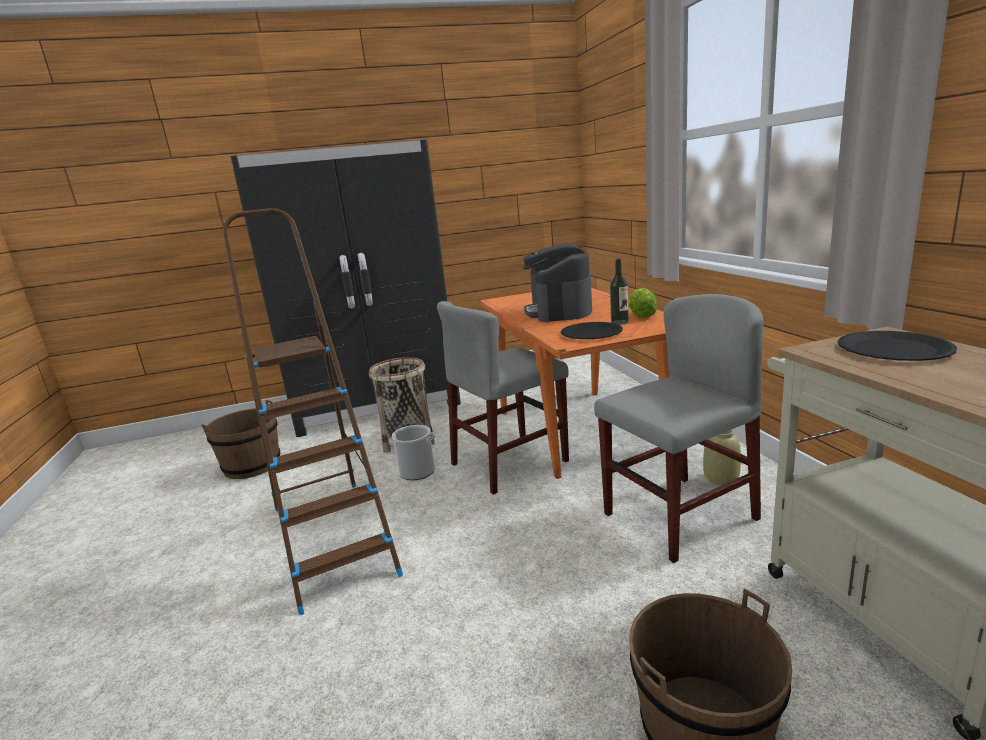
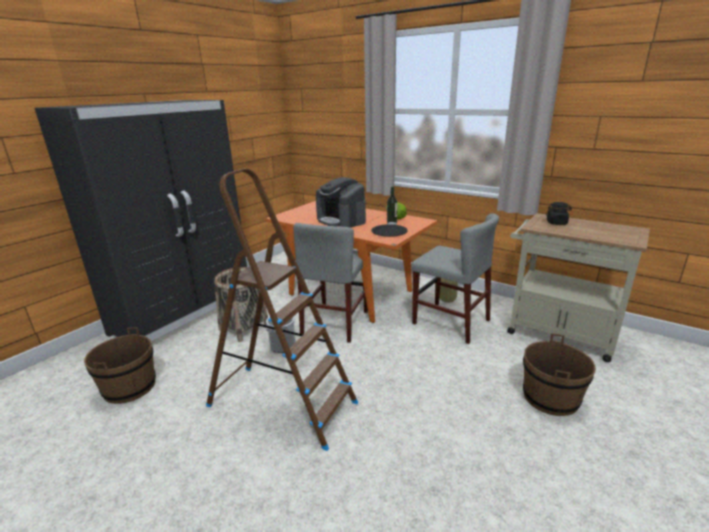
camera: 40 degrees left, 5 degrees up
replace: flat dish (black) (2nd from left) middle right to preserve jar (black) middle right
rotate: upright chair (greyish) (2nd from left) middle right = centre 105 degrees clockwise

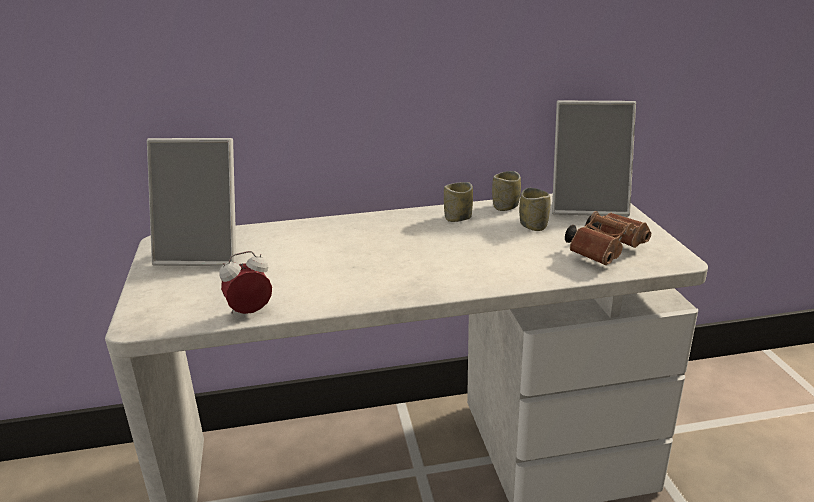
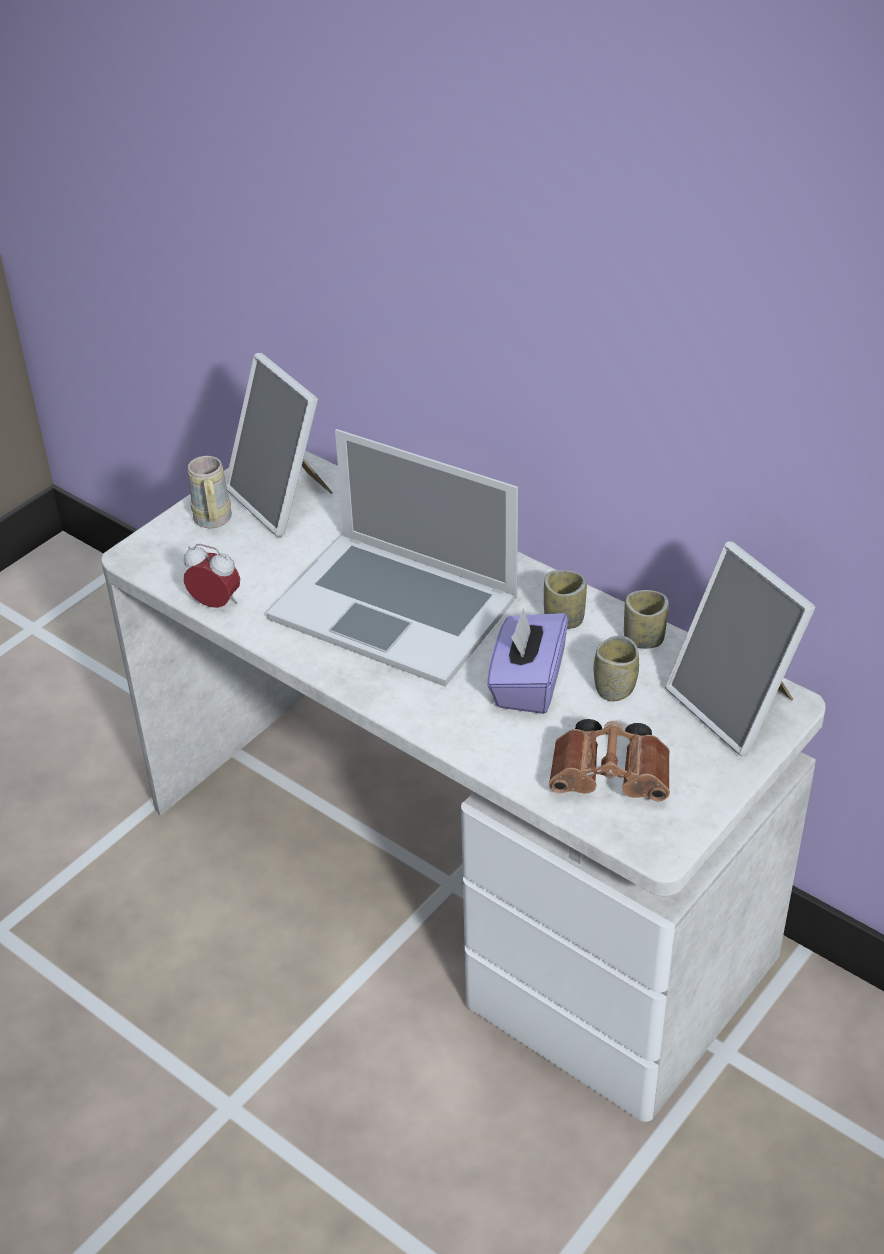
camera: 50 degrees right, 15 degrees up
insert: tea mug (beige-coloured) middle left; notebook computer centre; tissue box (purple-coloured) centre

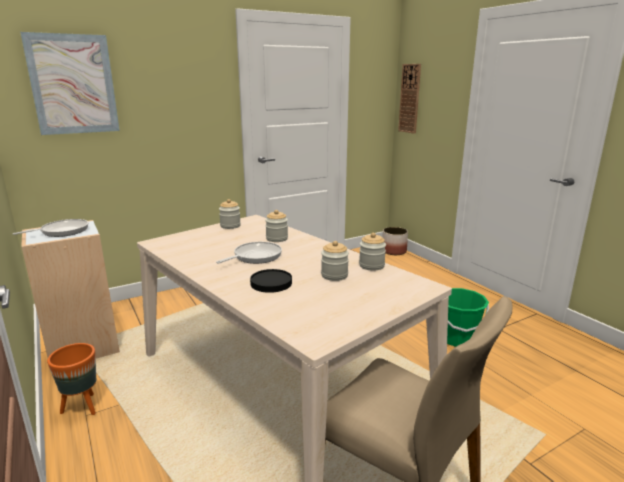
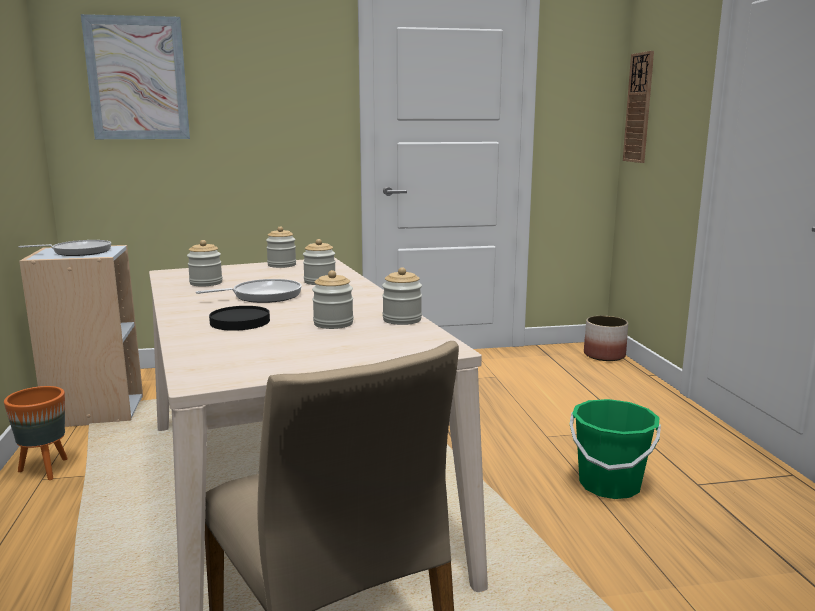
camera: 20 degrees right, 5 degrees down
insert: preserve jar (1st from left) middle left

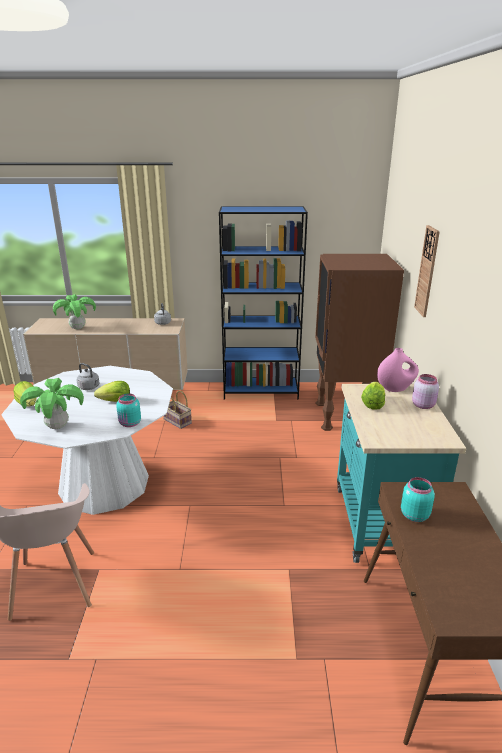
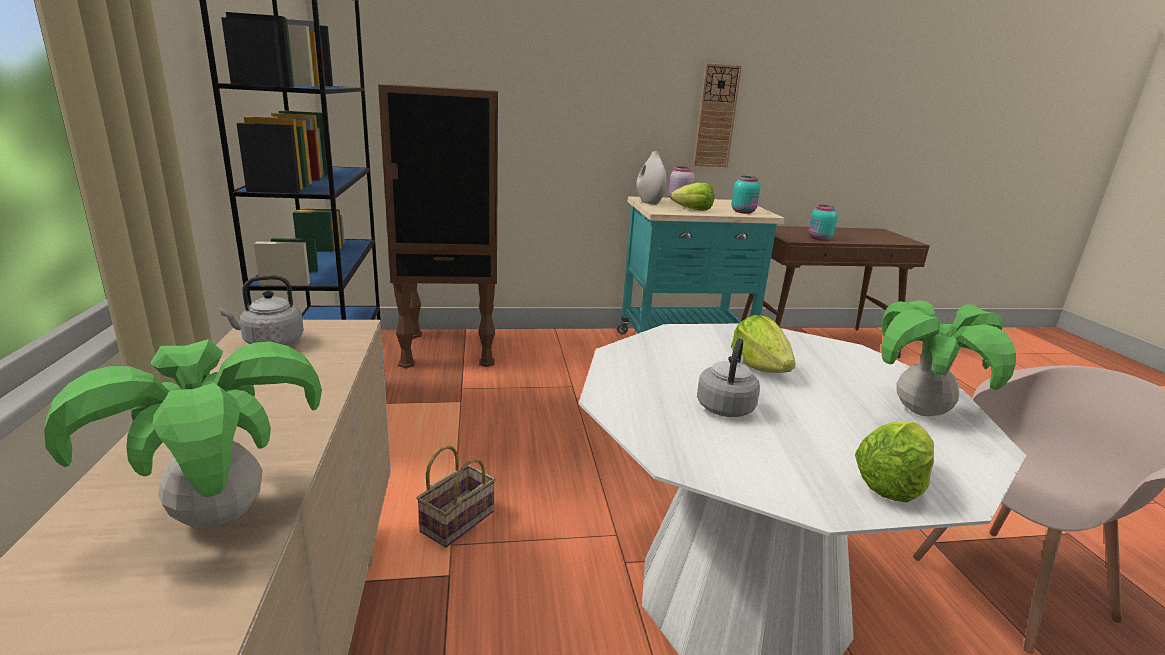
camera: 100 degrees left, 5 degrees down
move: hanging clock middle right to top centre; preserve jar (turquoise) (1st from left) middle left to top centre
recolor: decorative vase (pink) middle right to decorative vase (white-coloured) top centre

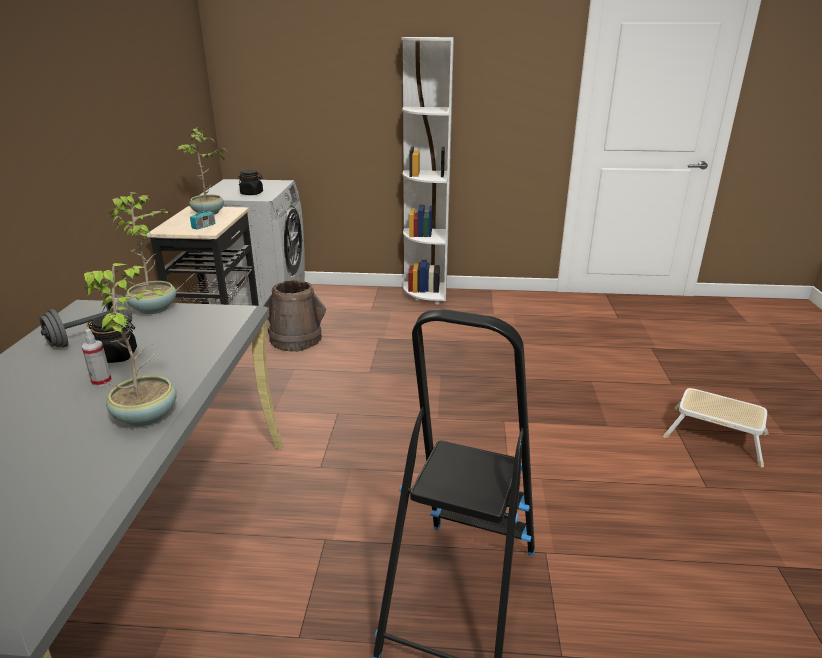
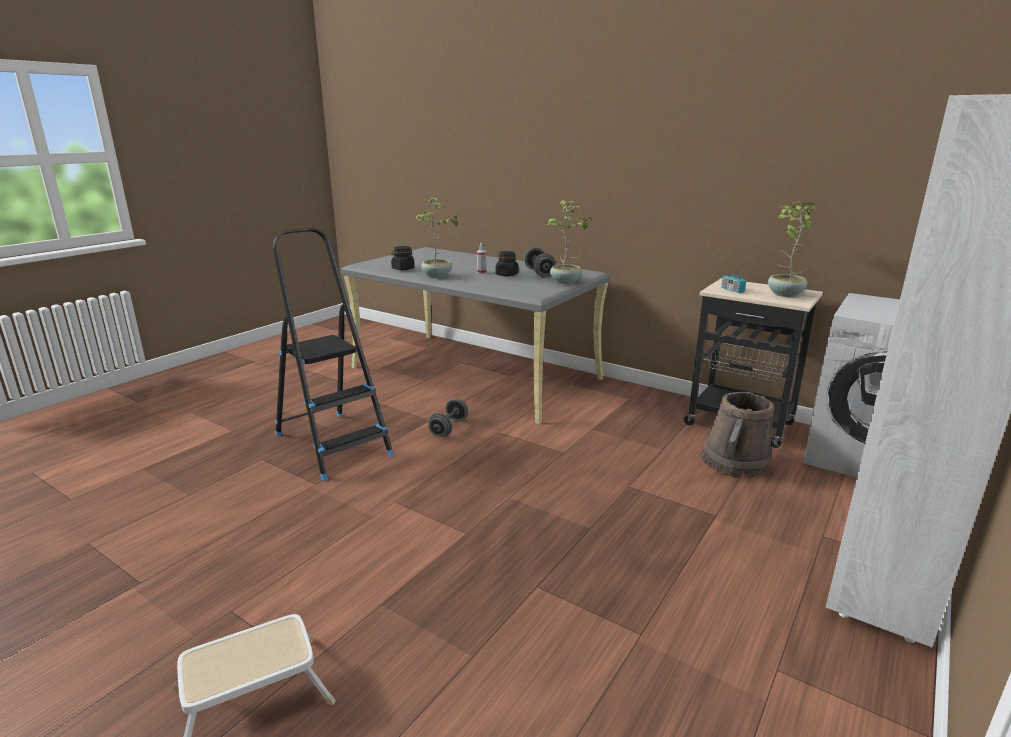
camera: 120 degrees right, 5 degrees down
insert: hand weight (greyish) (1st from left) centre
move: preserve jar (black) (2nd from left in the first image) top left to preserve jar (black) (1st from left) centre

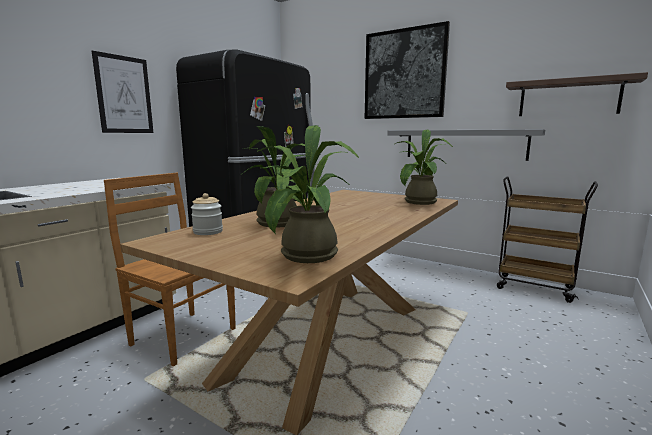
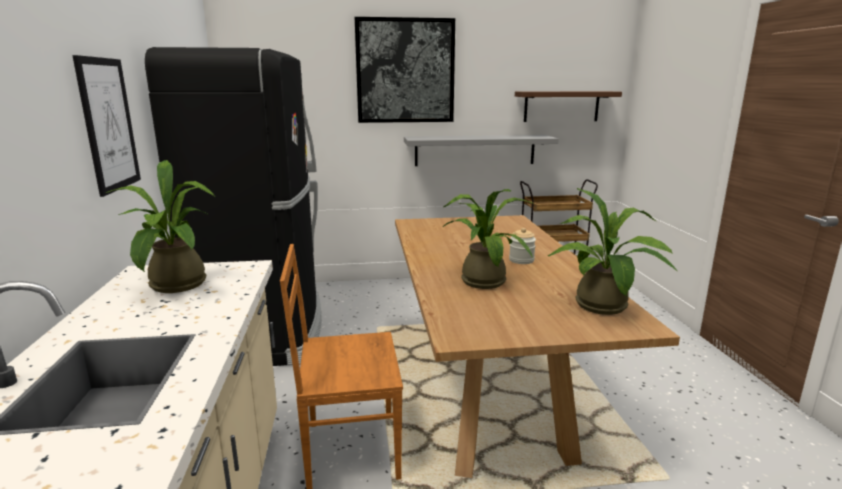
camera: 40 degrees left, 5 degrees up
move: plant in a pot (3rd from left in the first image) centre to plant in a pot (1st from left) middle left; preserve jar middle left to centre

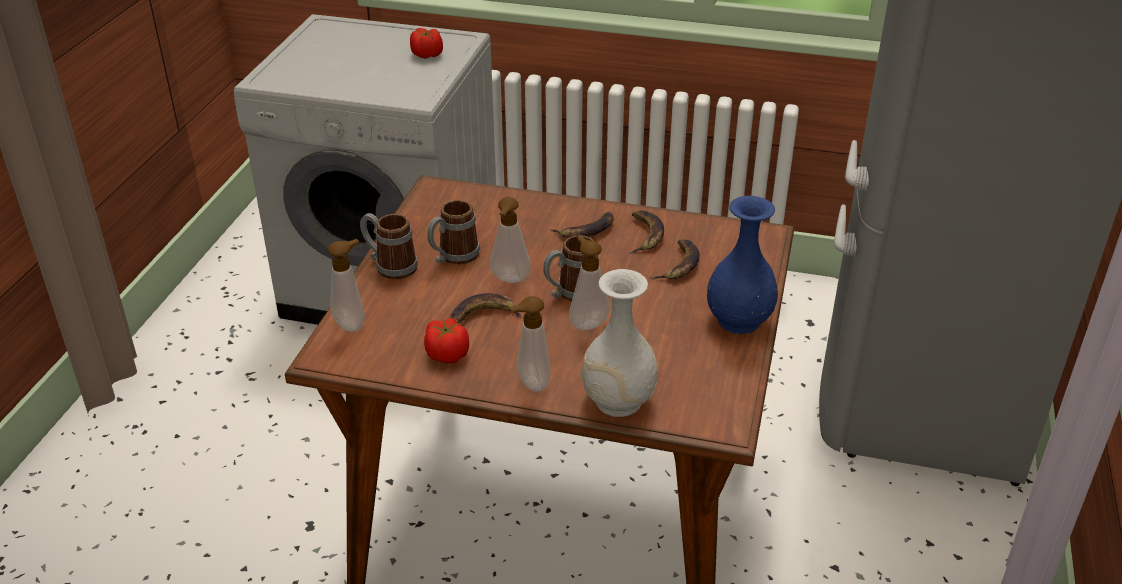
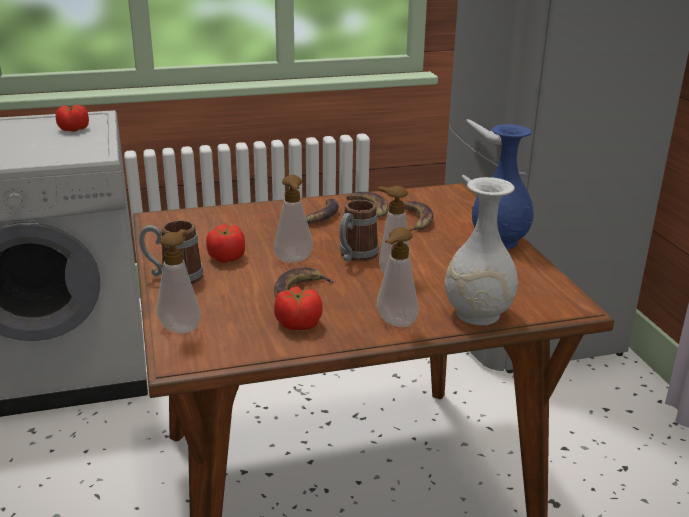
camera: 30 degrees left, 10 degrees down
replace: tea mug (2nd from left) centre to fresh tomato (2nd from left) middle left

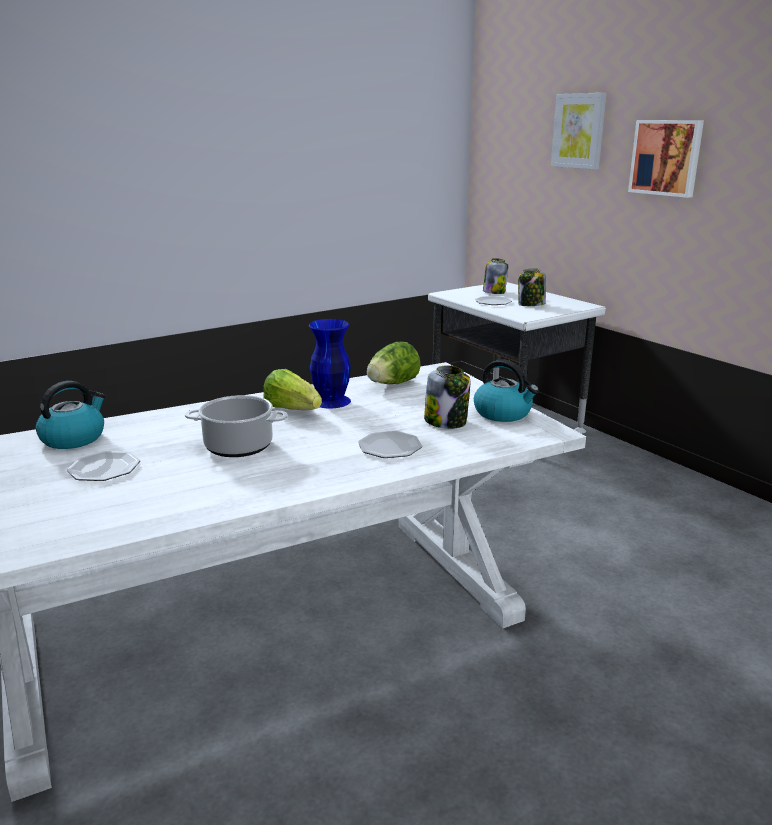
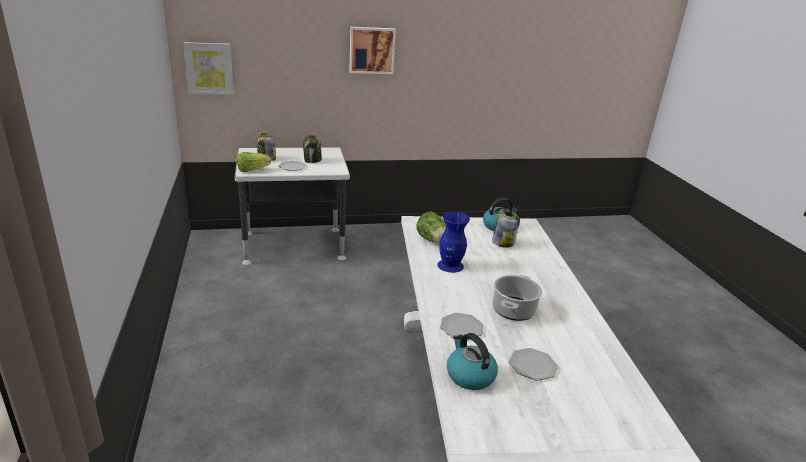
camera: 70 degrees left, 5 degrees up
move: wall picture (1st from left) top right to top left; lettuce head (1st from left) centre to middle left; flat dish (2nd from left) centre to bottom centre

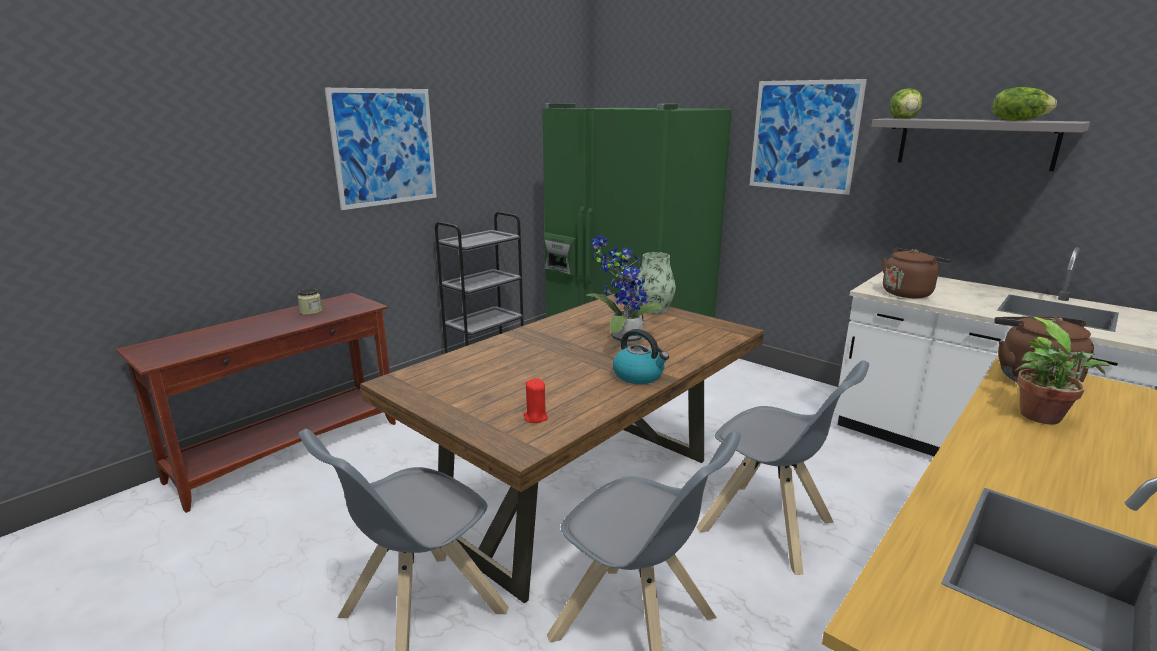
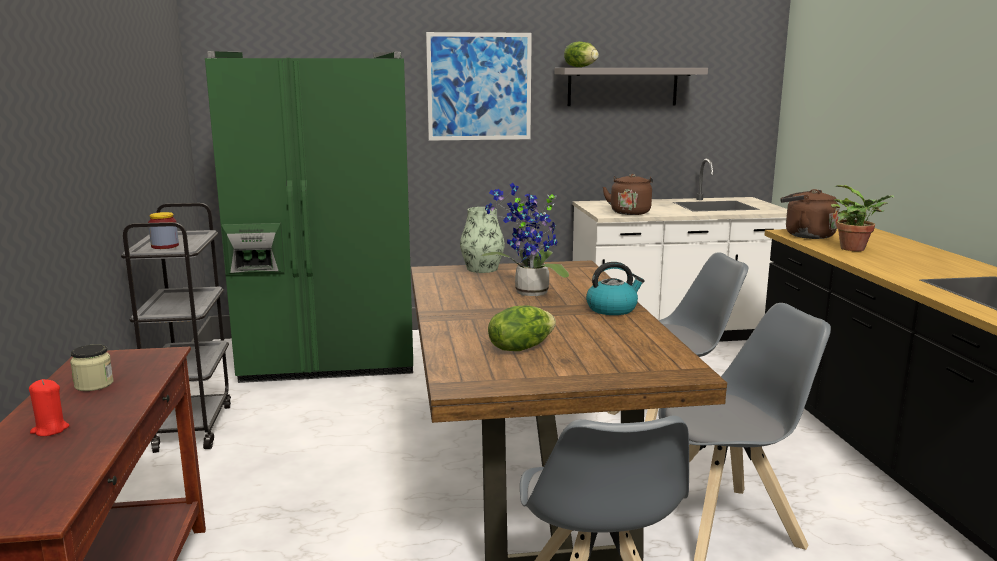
camera: 50 degrees left, 5 degrees down
delete: wall picture (1st from left) top left
insert: preserve jar (2nd from left) middle left
move: wax light (red-coloured) centre to bottom left; lettuce head (2nd from left in the first image) top right to lettuce head (1st from left) centre

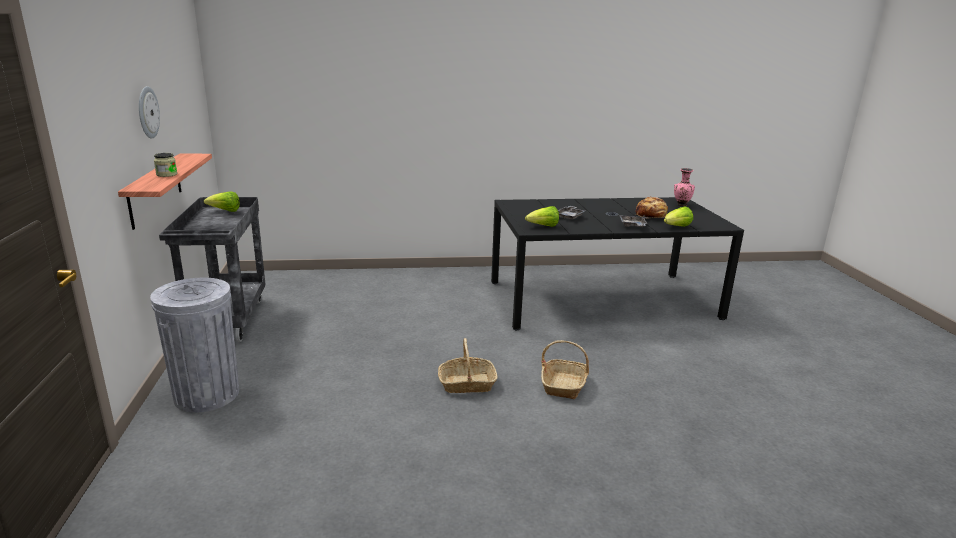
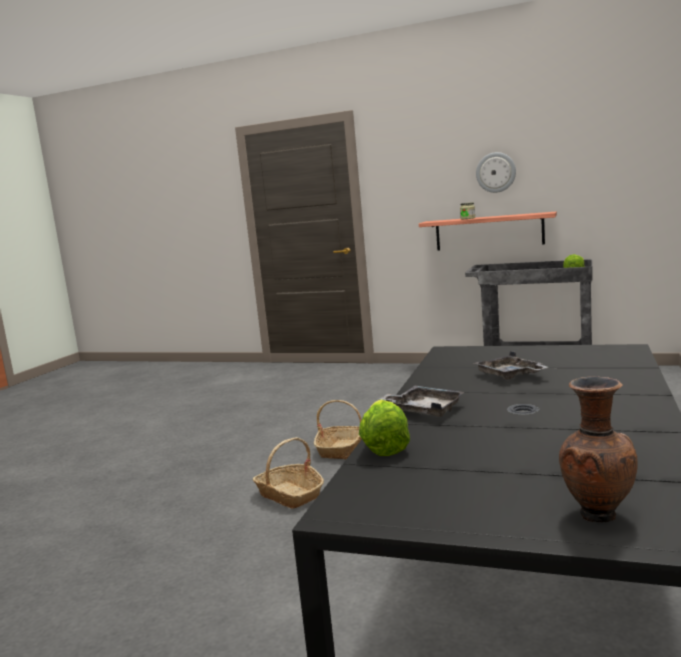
camera: 120 degrees right, 10 degrees down
delete: rubbish bin (greyish) middle left; lettuce head (2nd from left) centre; baked bread middle right
recolor: decorative vase (pink) middle right to decorative vase (brownish) bottom right

